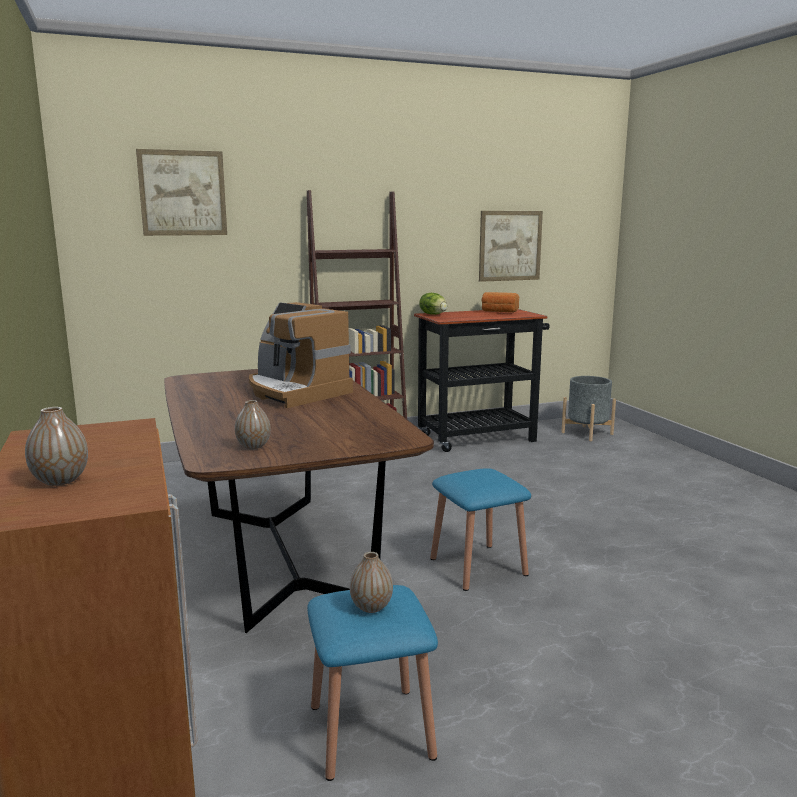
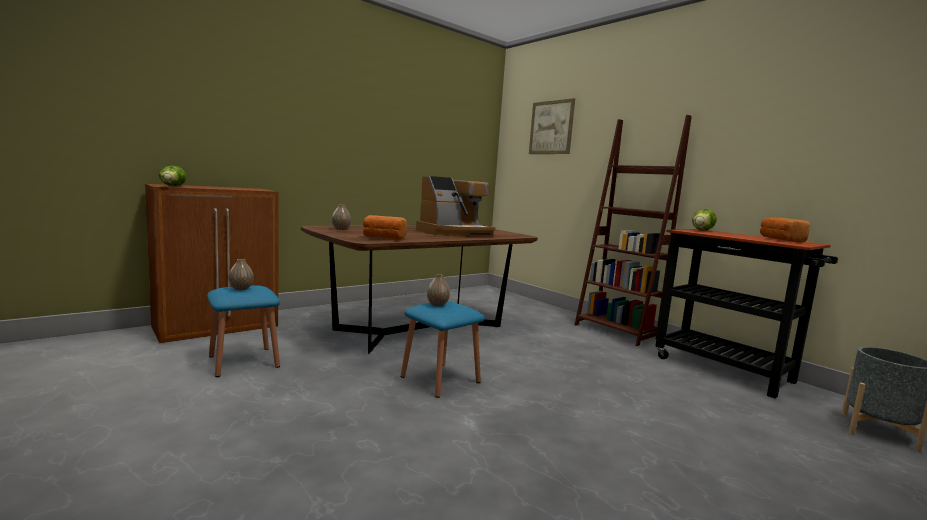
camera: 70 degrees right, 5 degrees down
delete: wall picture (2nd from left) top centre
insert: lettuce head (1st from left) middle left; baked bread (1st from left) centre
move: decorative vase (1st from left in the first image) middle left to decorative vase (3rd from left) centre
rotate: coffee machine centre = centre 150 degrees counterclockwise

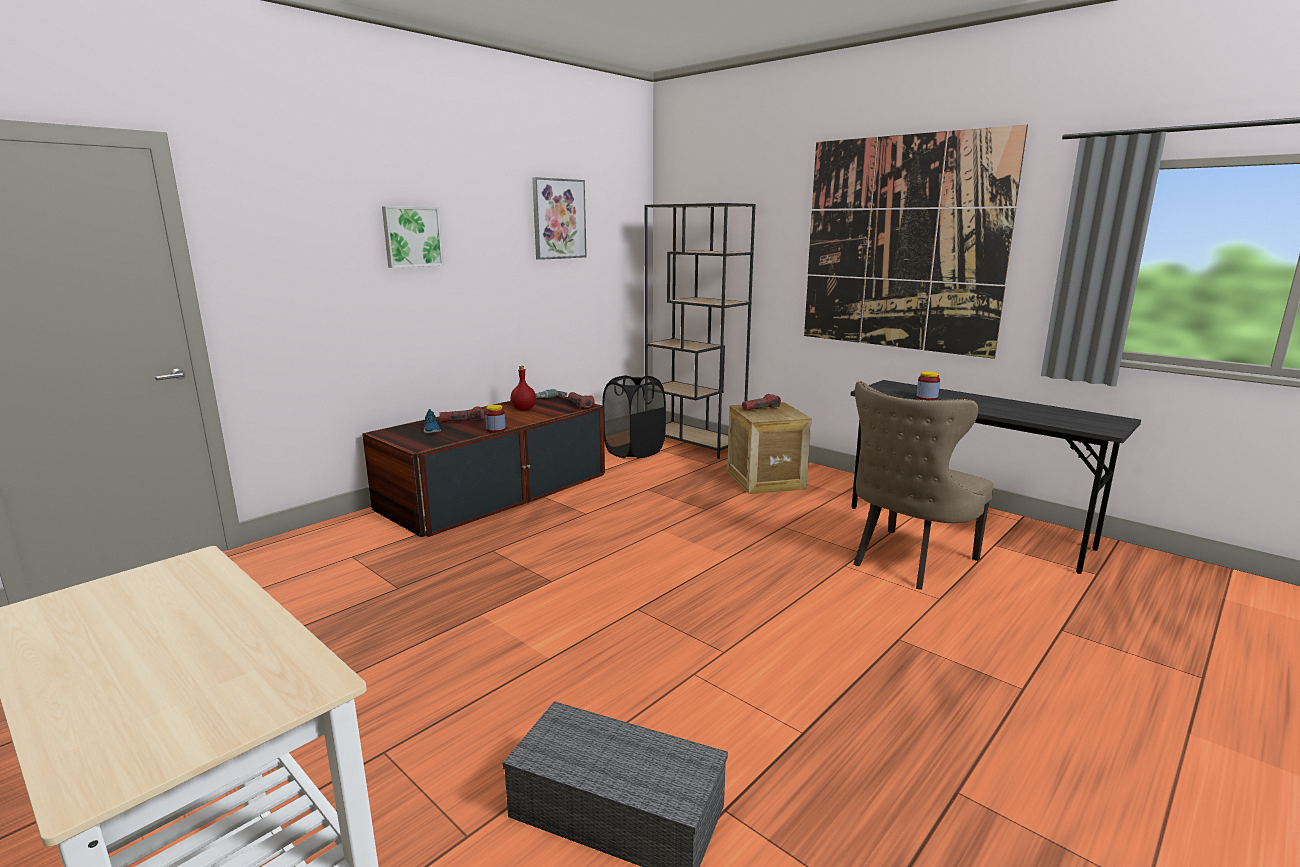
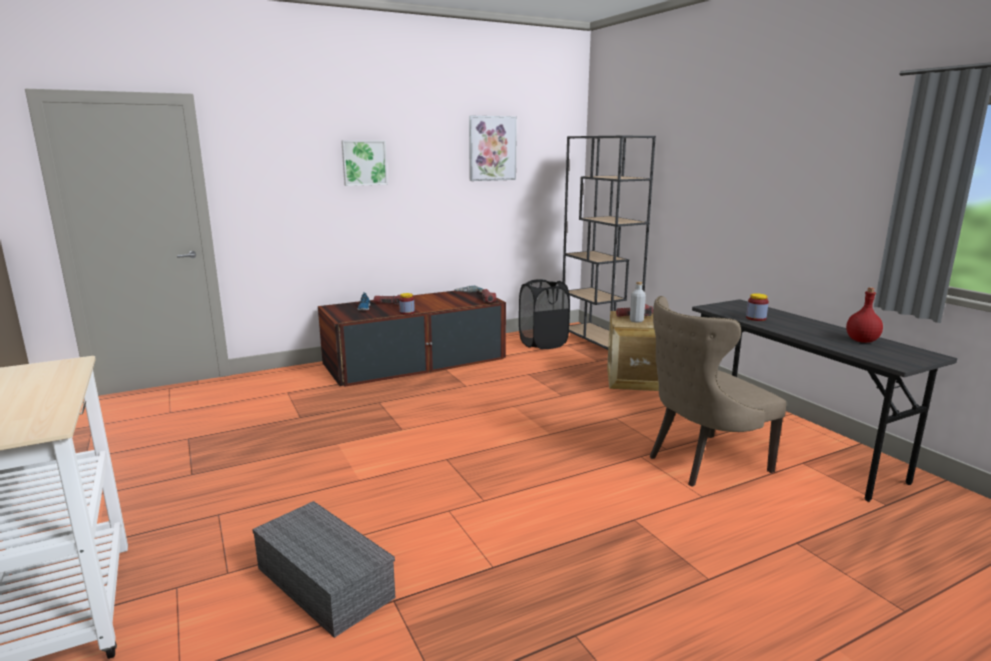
camera: 20 degrees right, 0 degrees up
delete: wall picture (3rd from left) top right
insert: drink bottle (greyish) centre
move: drink bottle (red-coloured) centre to middle right

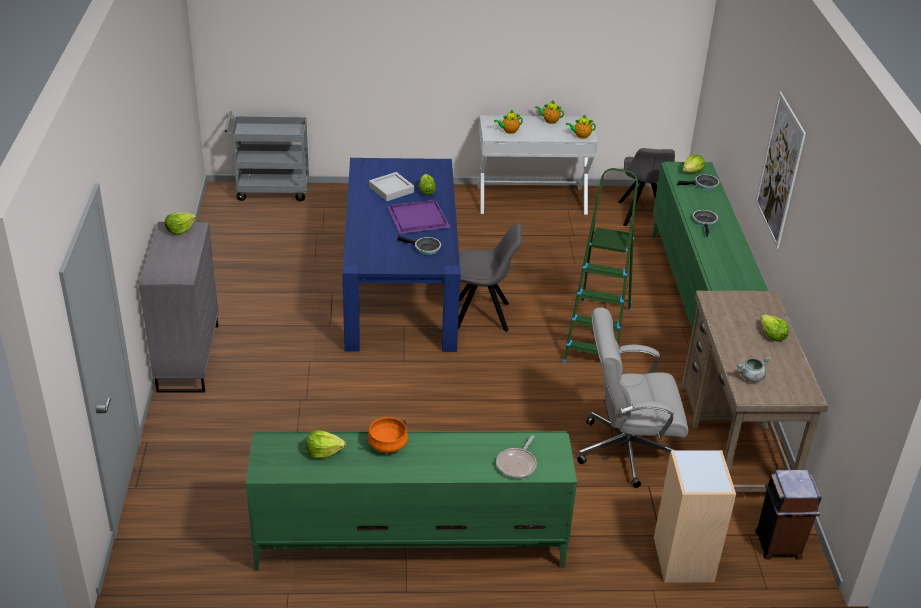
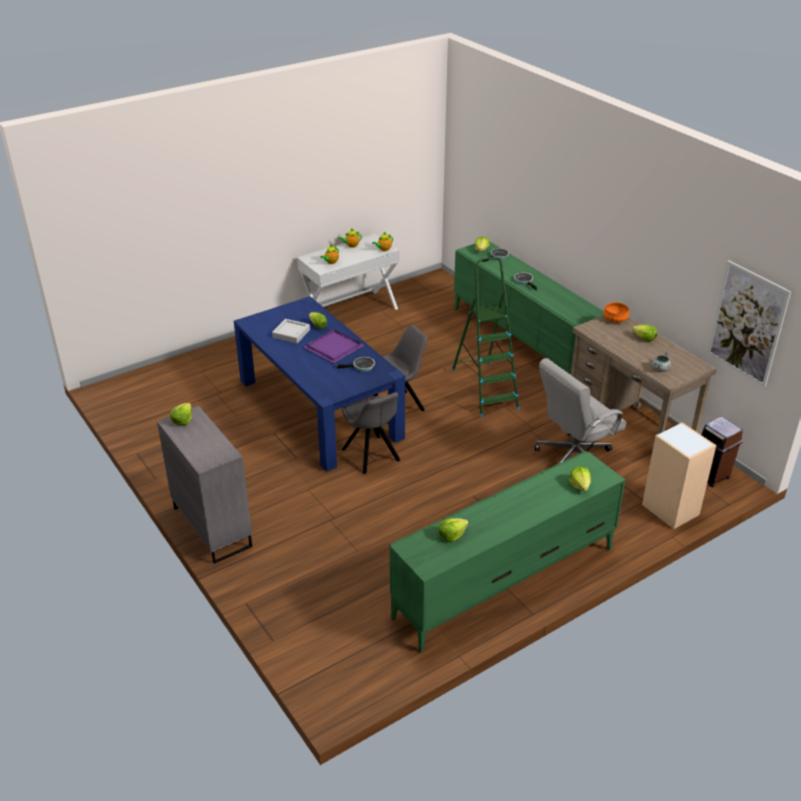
camera: 30 degrees left, 0 degrees up
delete: trolley (greyish) top left
move: upright chair (greyish) (2nd from left in the first image) top right to upright chair (greyish) (1st from left) centre; cooking pot (orangey) bottom centre to middle right; wall picture top right to middle right
replace: skillet (2nd from left) bottom centre to lettuce head (5th from left) middle right

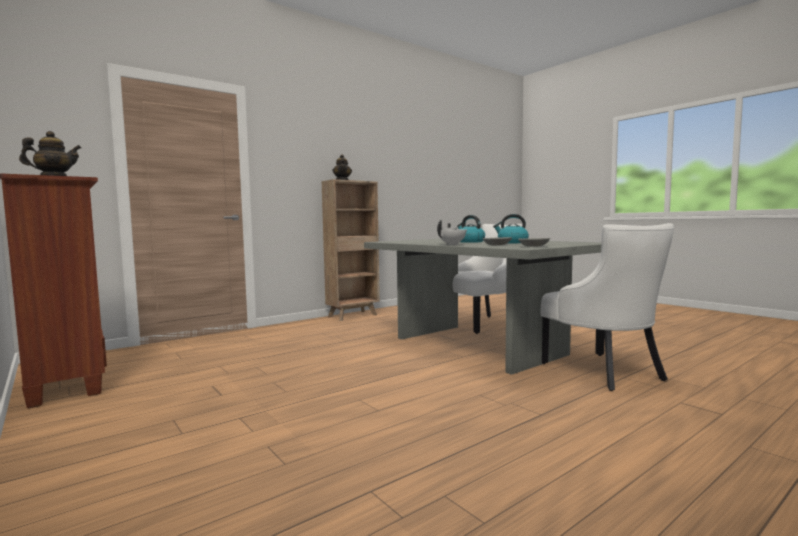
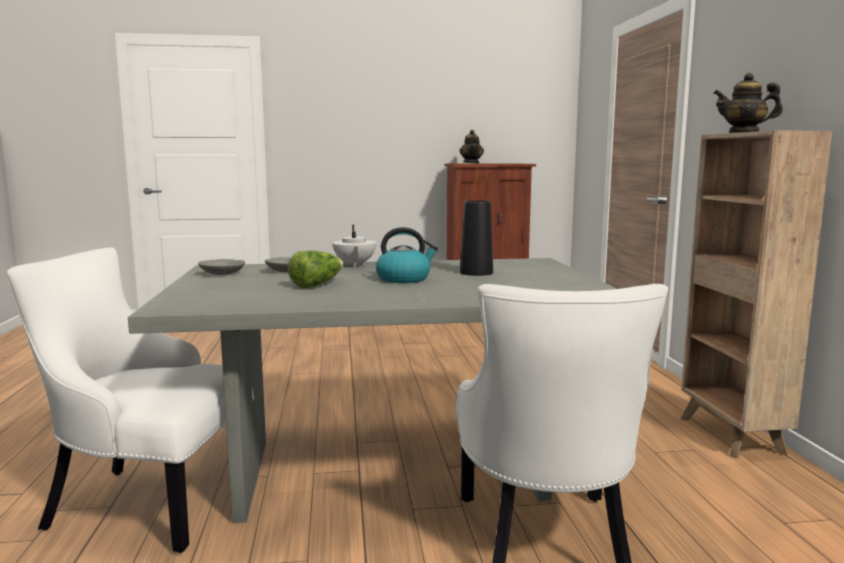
camera: 120 degrees right, 5 degrees up
insert: decorative vase (black) centre
replace: water kettle (2nd from left) centre to lettuce head centre

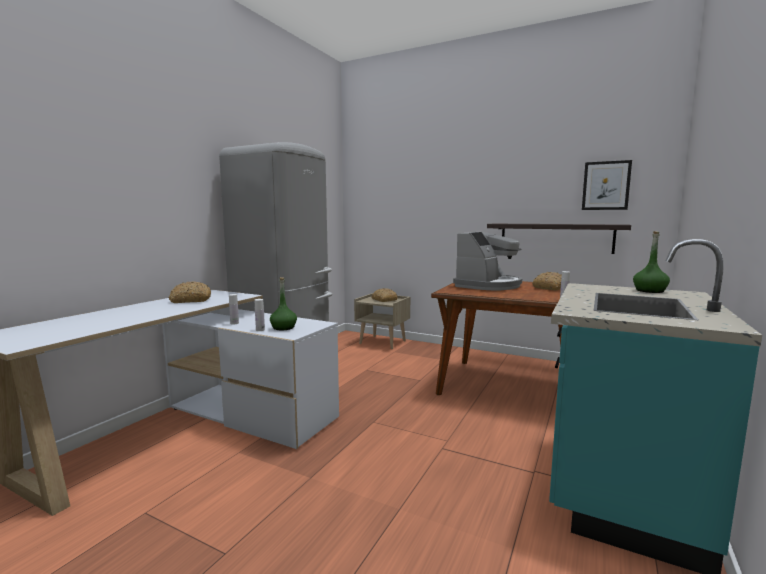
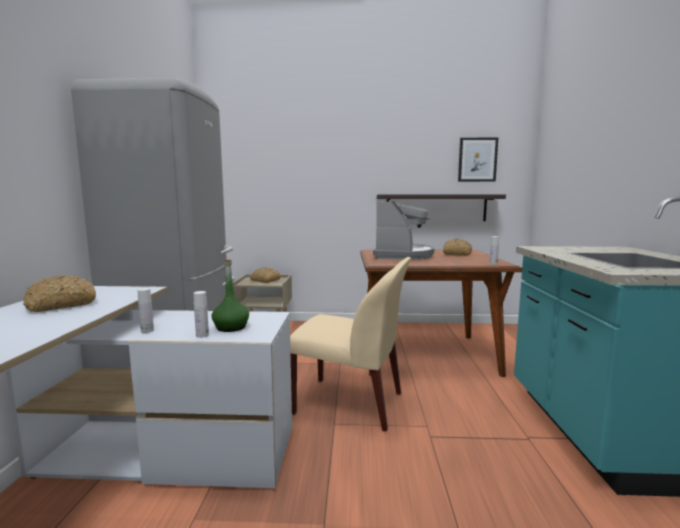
camera: 25 degrees left, 0 degrees up
delete: drink bottle (greenish) (2nd from left) middle right
insert: upright chair (beige-coloured) centre

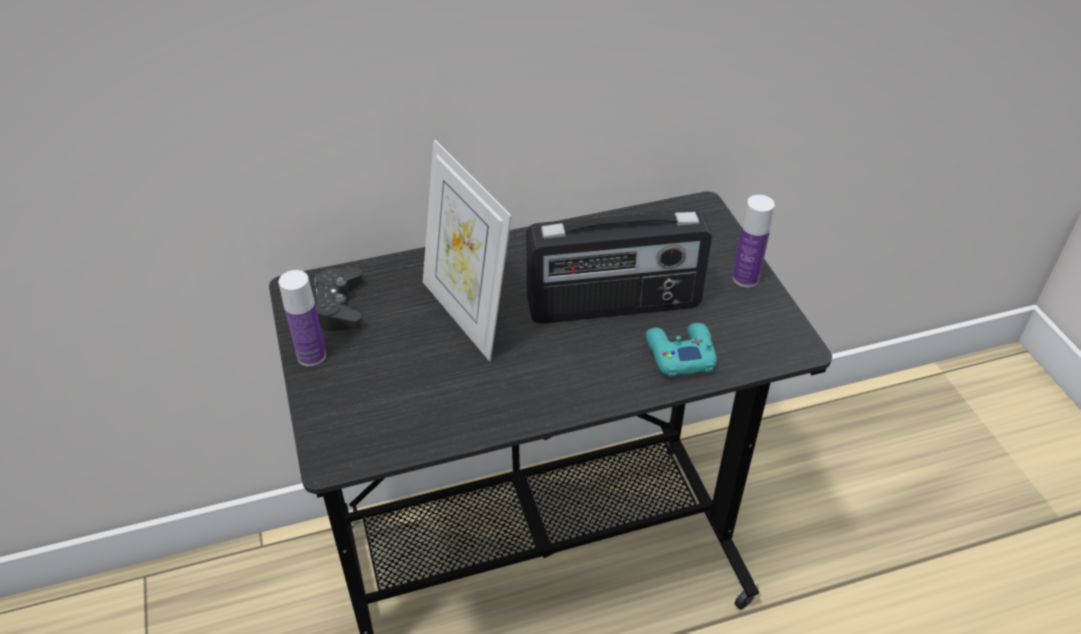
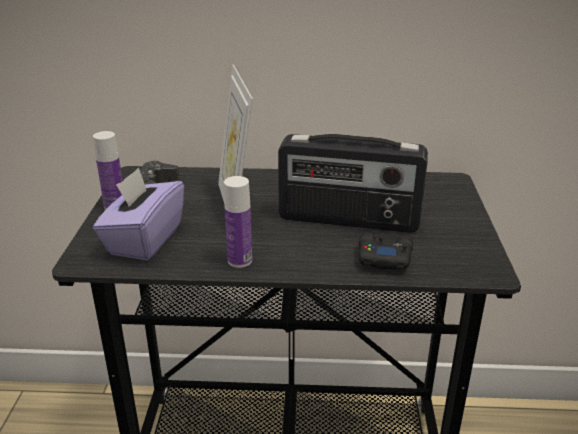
camera: 20 degrees right, 15 degrees down
insert: tissue box (purple-coloured) middle left
move: drink bottle (2nd from left) middle right to centre
recolor: gamepad (turquoise) centre to gamepad (black) (2nd from left) middle right

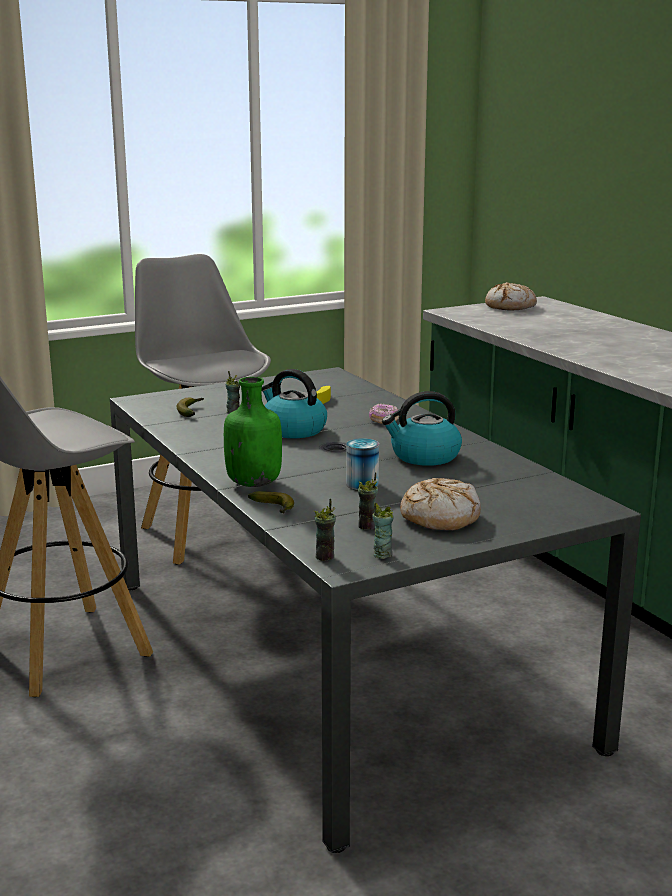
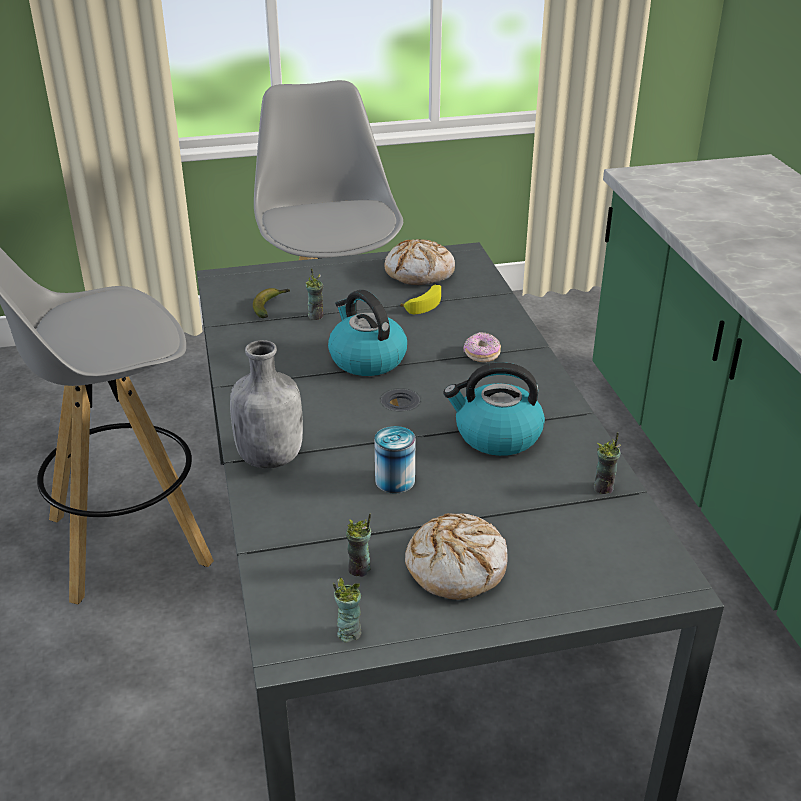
camera: 15 degrees right, 15 degrees up
delete: banana (2nd from left) centre
move: baked bread (2nd from left in the first image) top right to baked bread (1st from left) top centre; drinking cup (2nd from left in the first image) centre to drinking cup (4th from left) middle right
recolor: drink bottle (greenish) centre to drink bottle (greyish) middle left

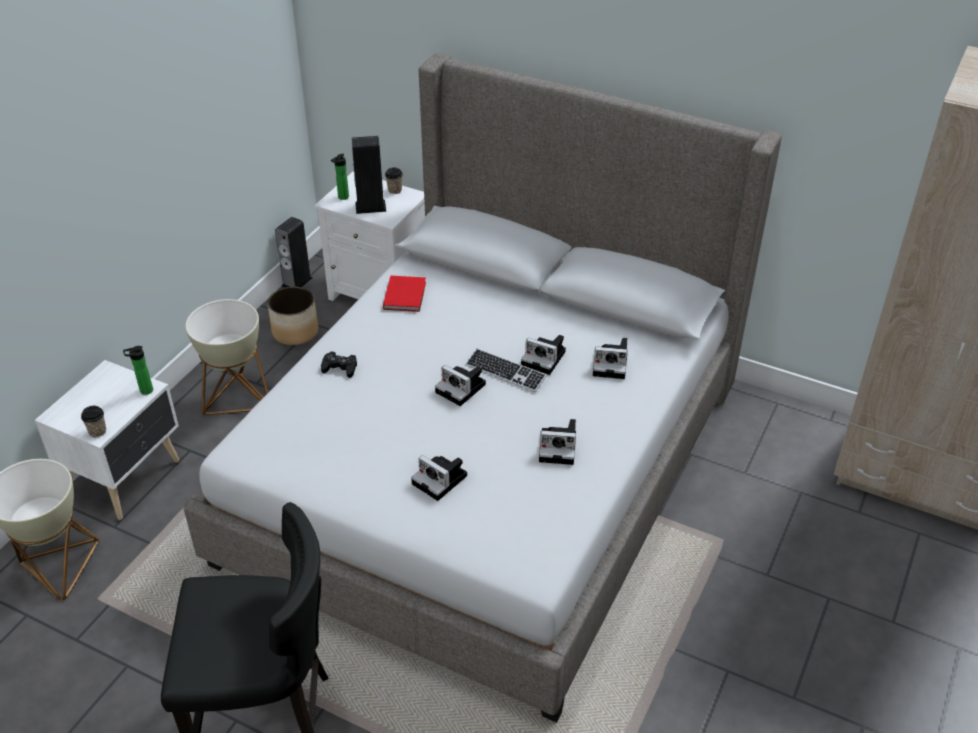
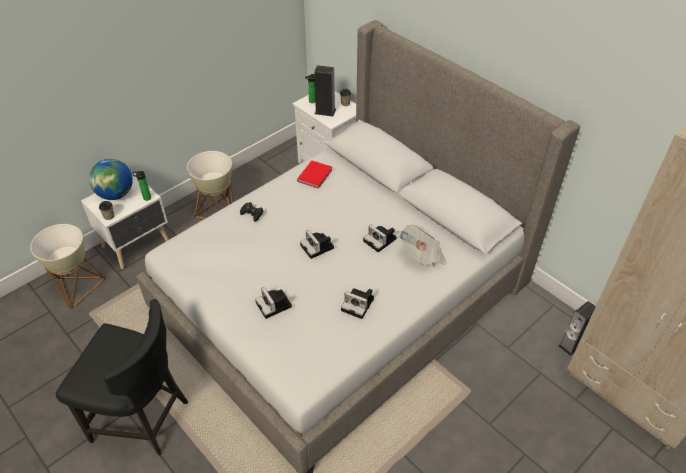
camera: 20 degrees right, 5 degrees up
delete: planter (3rd from left) middle left; computer keyboard centre
insert: desk globe middle left
move: speaker (1st from left in the first image) middle left to speaker (2nd from left) bottom right
replace: still camera (5th from left) centre to daily paper centre

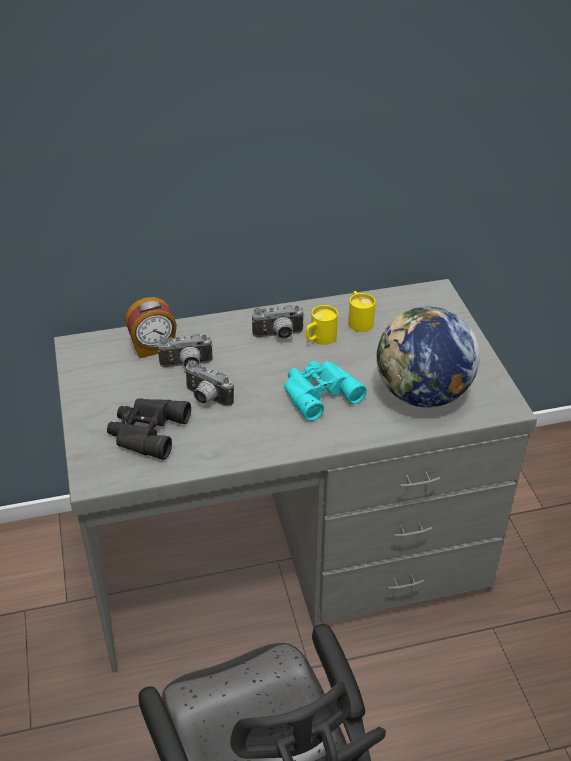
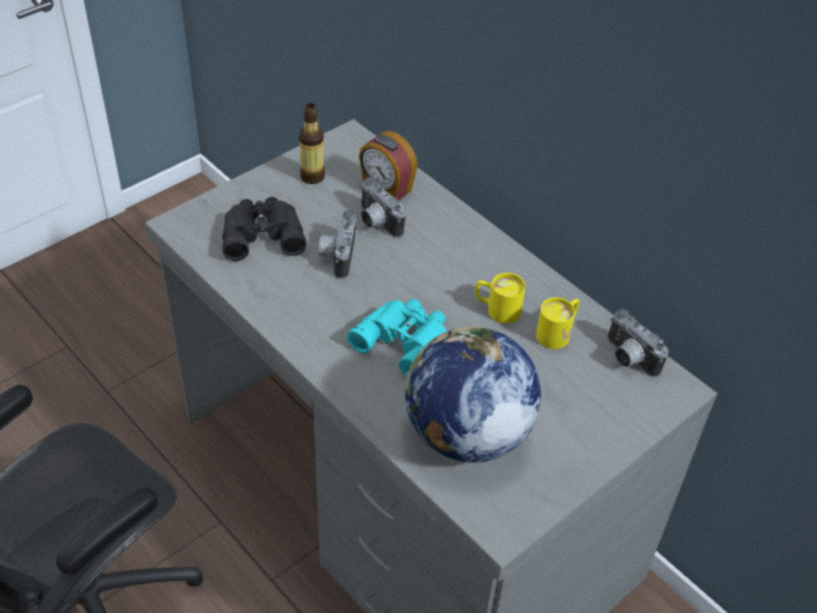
camera: 60 degrees right, 5 degrees up
insert: drink bottle top centre
move: still camera (3rd from left) centre to middle right

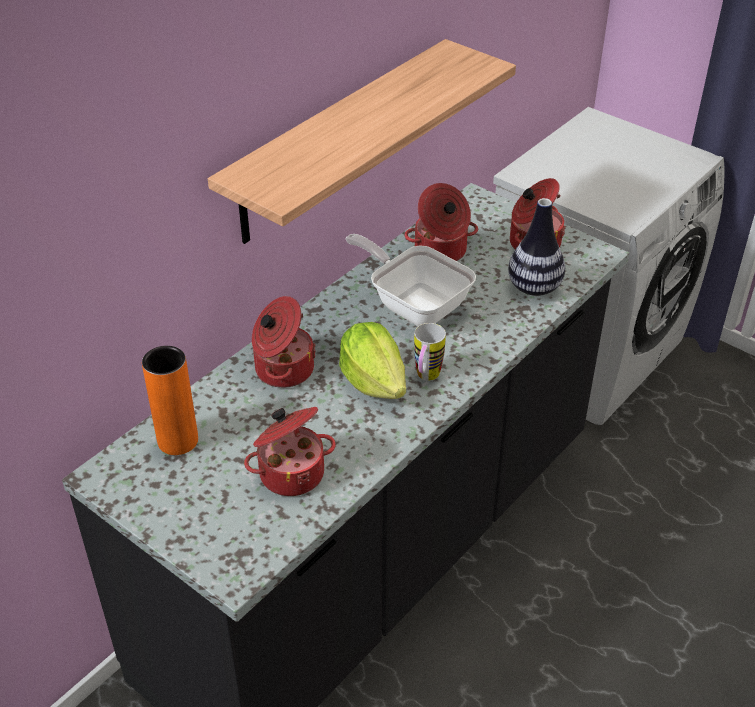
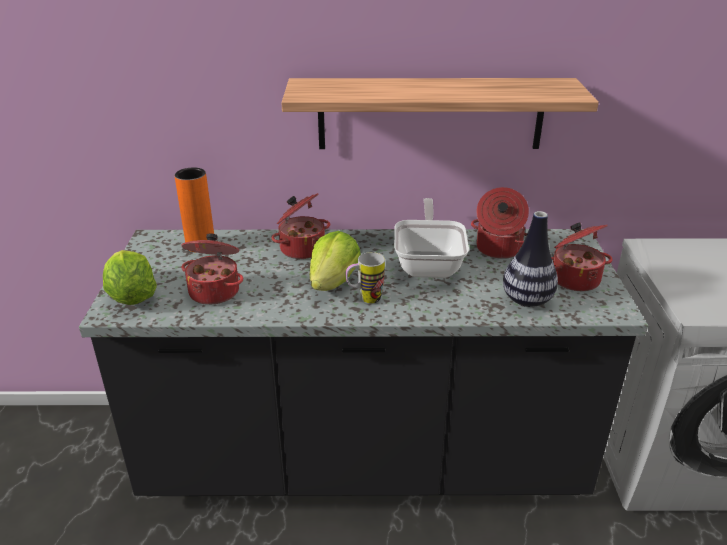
camera: 50 degrees right, 10 degrees down
insert: lettuce head (1st from left) middle left

